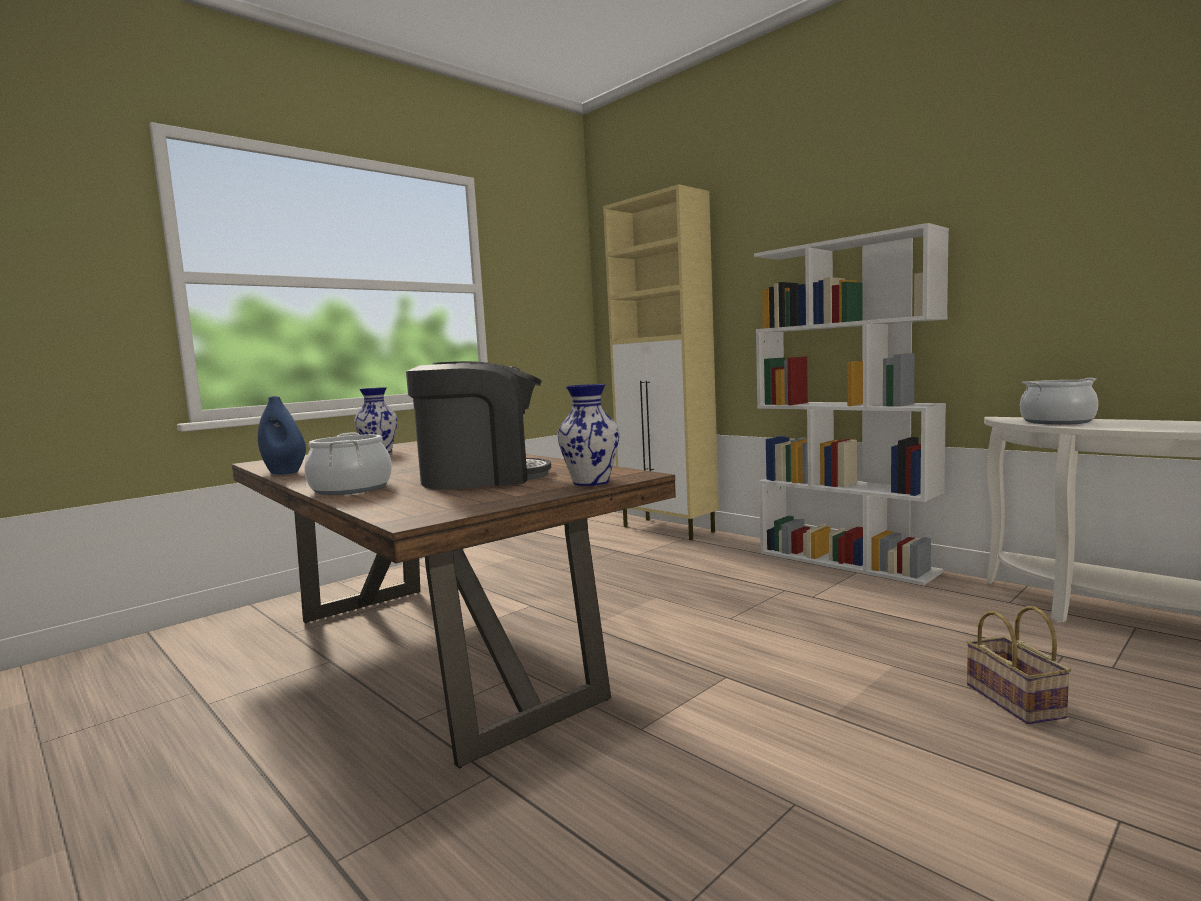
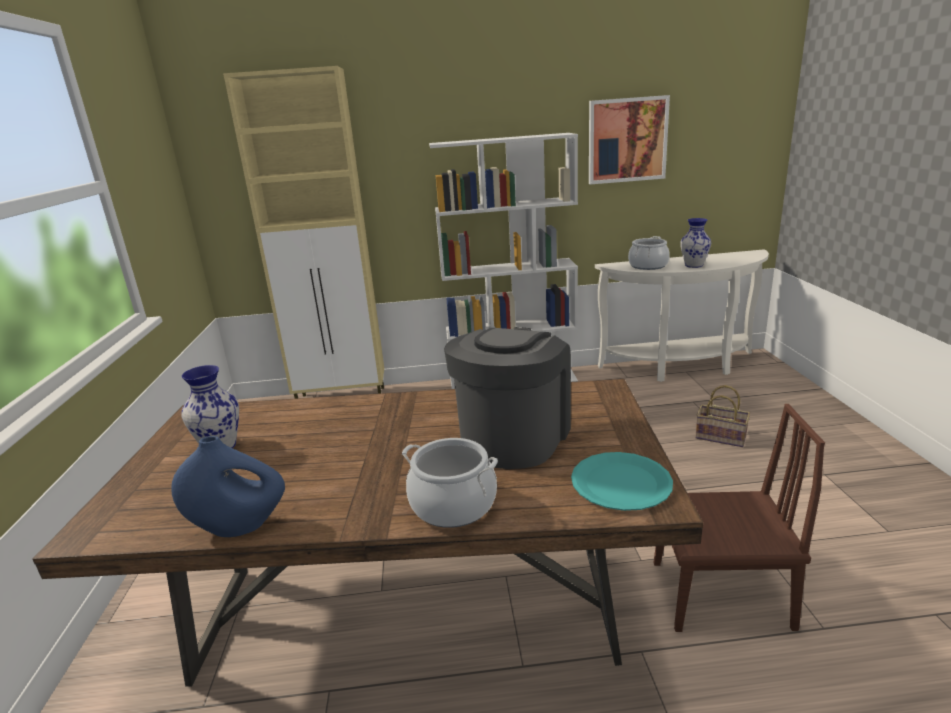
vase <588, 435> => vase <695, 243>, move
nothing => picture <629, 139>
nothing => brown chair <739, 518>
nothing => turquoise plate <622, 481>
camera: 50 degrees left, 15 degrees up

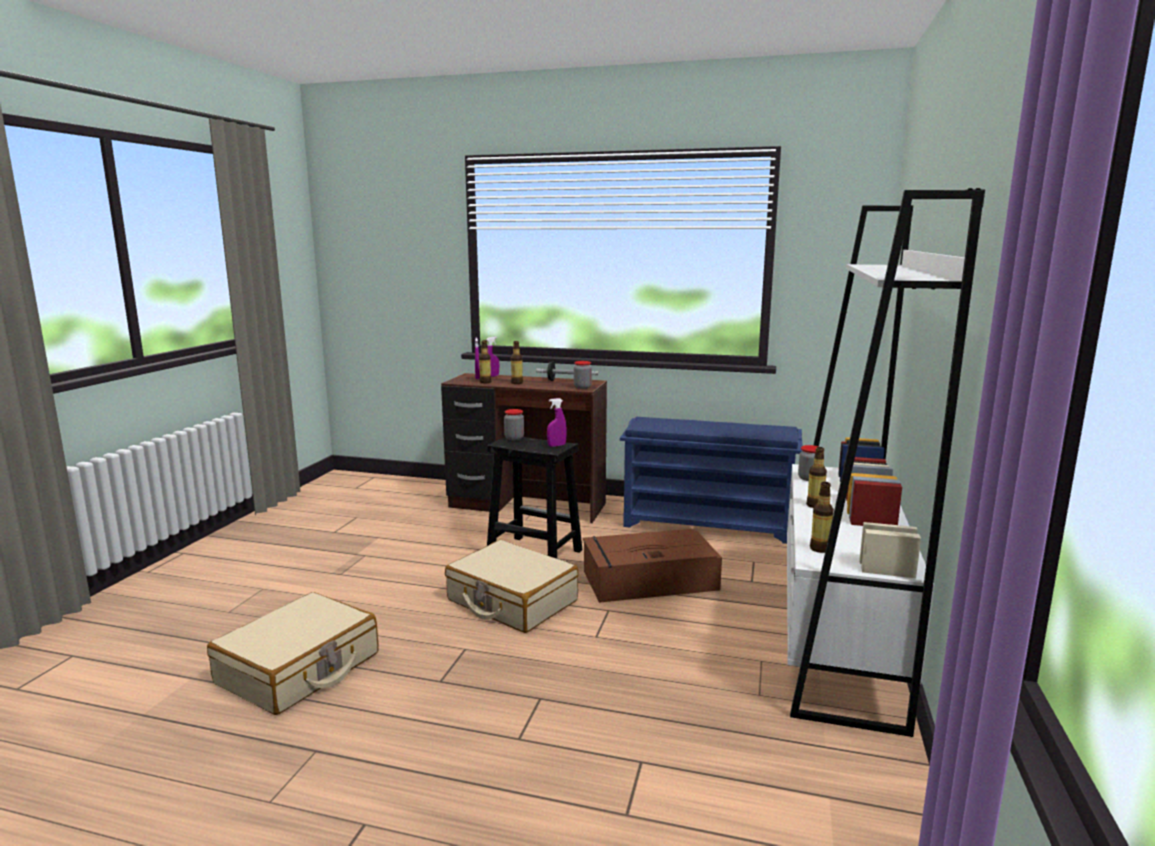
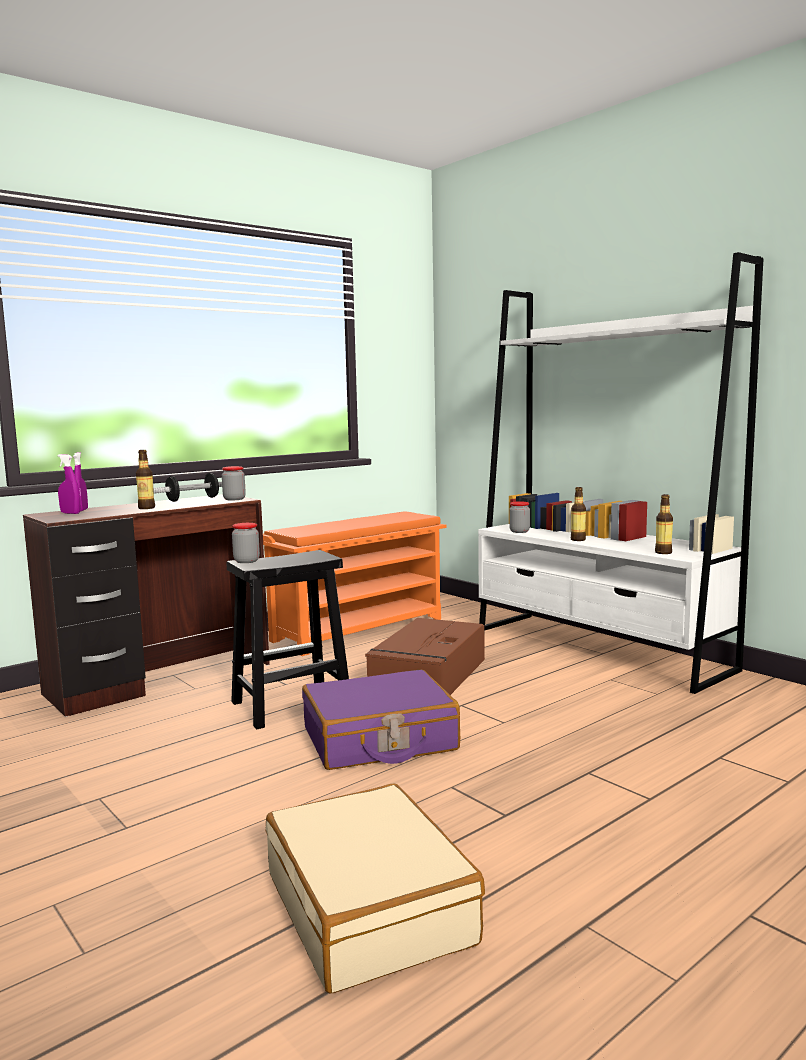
bottle <485, 361> => nothing
purple spray bottle <557, 422> => nothing
blue shoe rack <711, 480> => orange shoe rack <354, 583>
beige suitcase <512, 586> => purple suitcase <381, 720>
camera: 55 degrees left, 5 degrees down

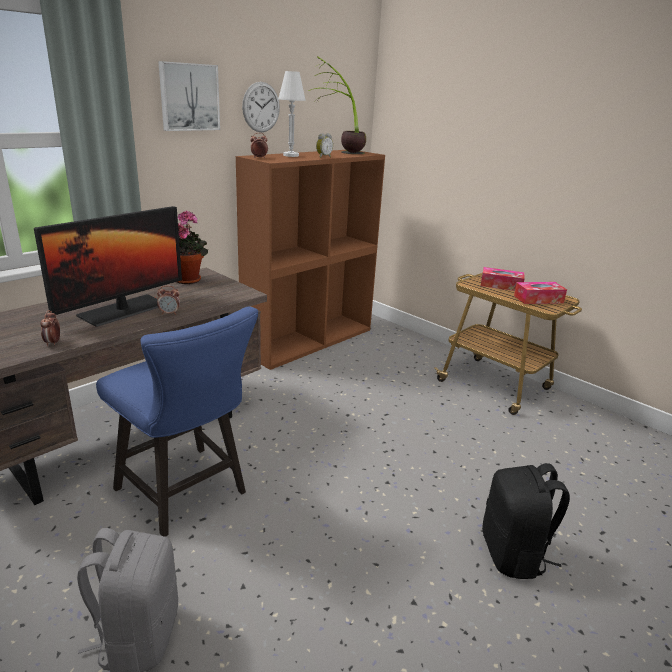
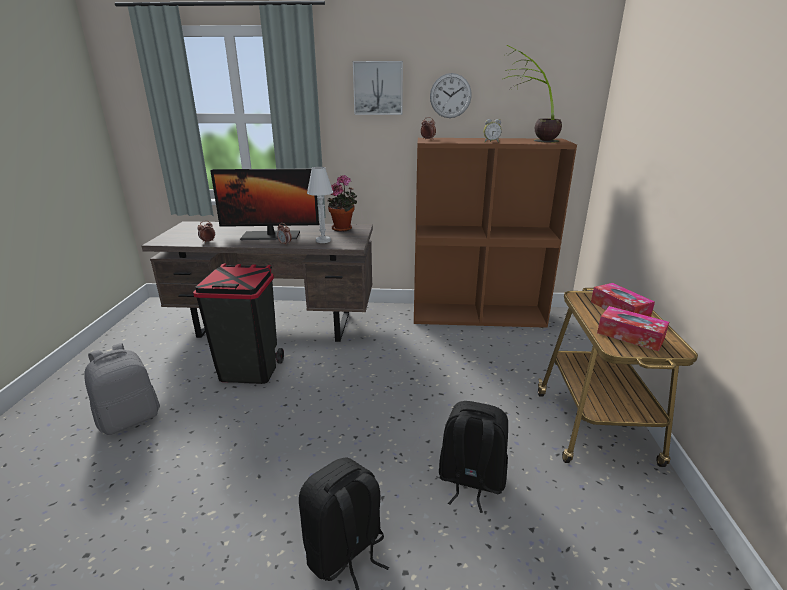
white table lamp <292, 114> => white table lamp <320, 205>, move
blue chair <177, 422> => black trash can <238, 324>
nothing => black backpack <473, 457>
camera: 50 degrees right, 0 degrees up

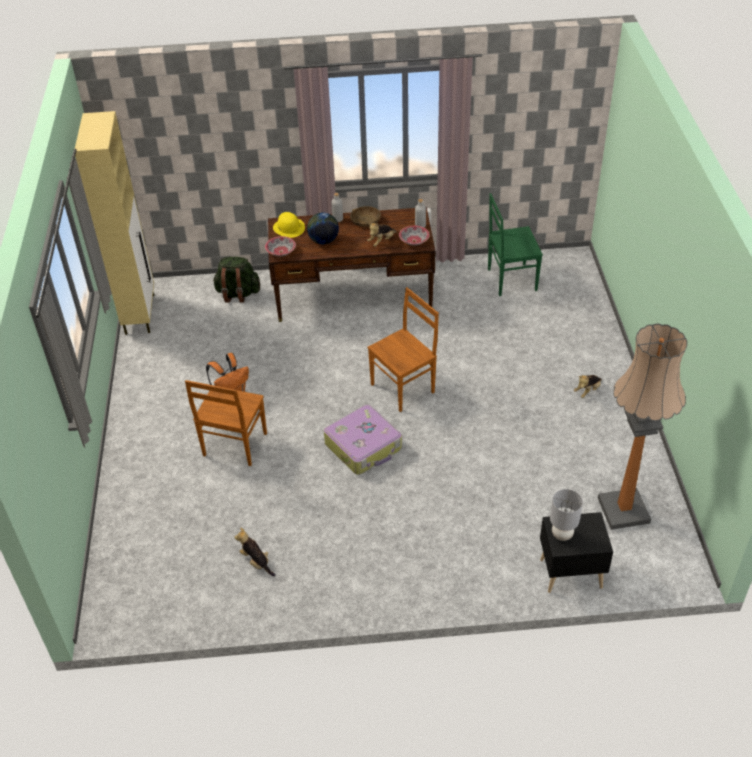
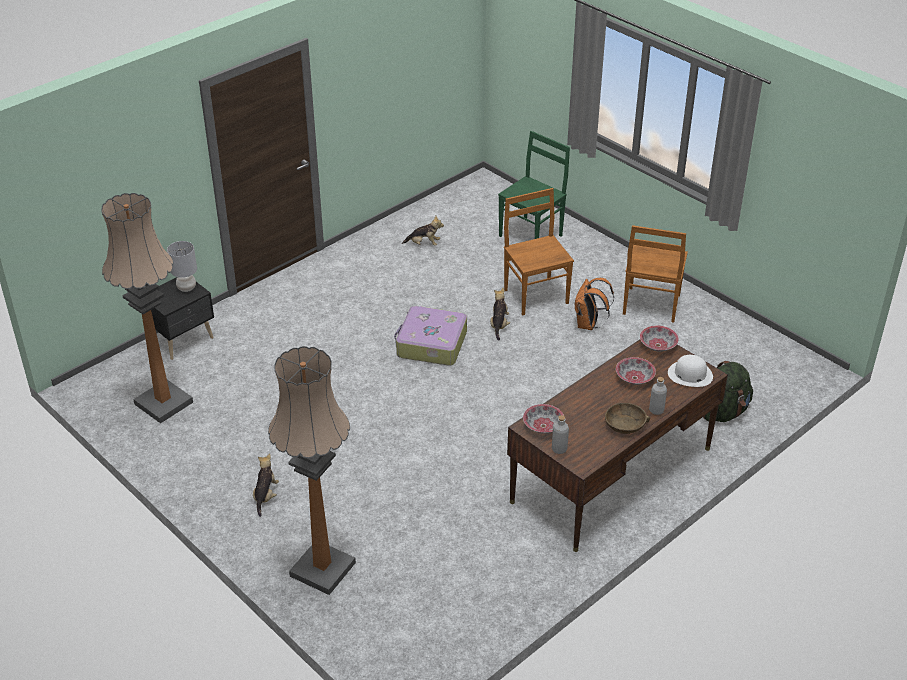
beige cabinet <114, 223> => nothing
green chair <515, 244> => green chair <534, 185>, move
yellow hat <289, 225> => white hat <690, 371>
globe <323, 228> => bowl <636, 371>
plush toy <382, 235> => plush toy <500, 314>, move
brown chair <403, 349> => brown chair <655, 274>, move
nothing => floor lamp <312, 470>
camera: 140 degrees right, 5 degrees down

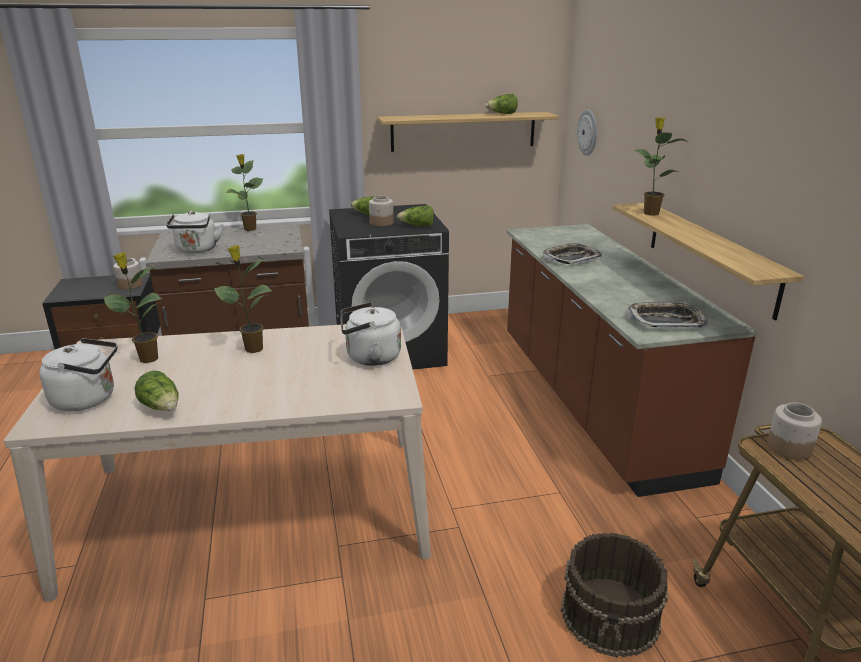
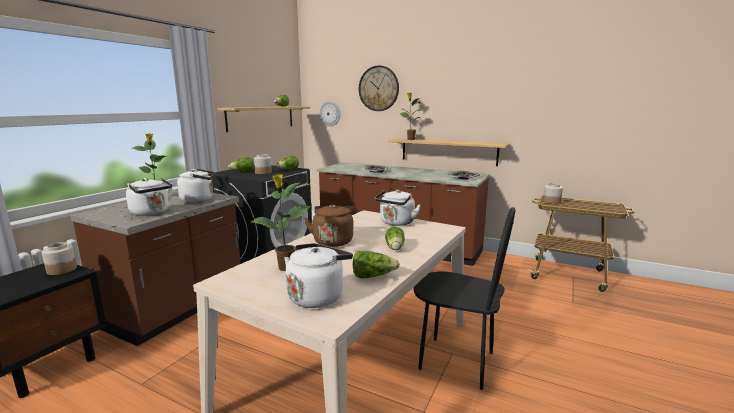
potted plant <243, 299> => brown kettle <329, 225>
brown bucket <614, 595> => nothing
nothing => wall clock <379, 88>
nothing => white kettle <196, 185>
nothing => black chair <464, 298>
nothing => lettuce <395, 238>
camera: 50 degrees left, 10 degrees down

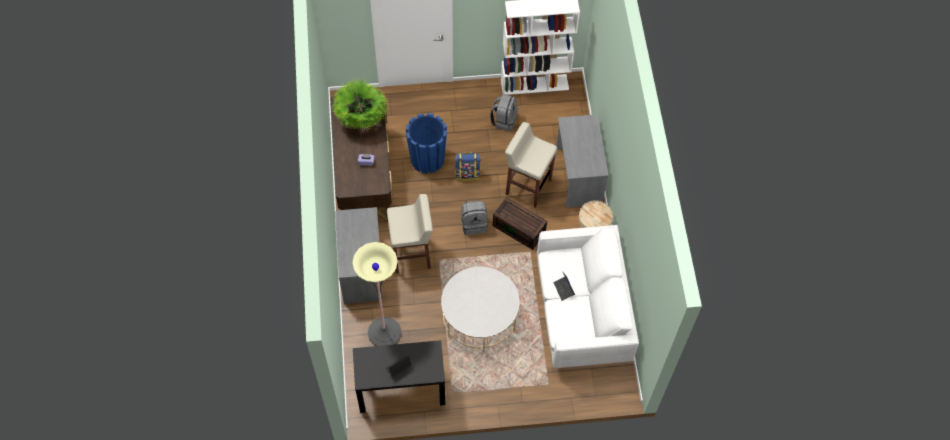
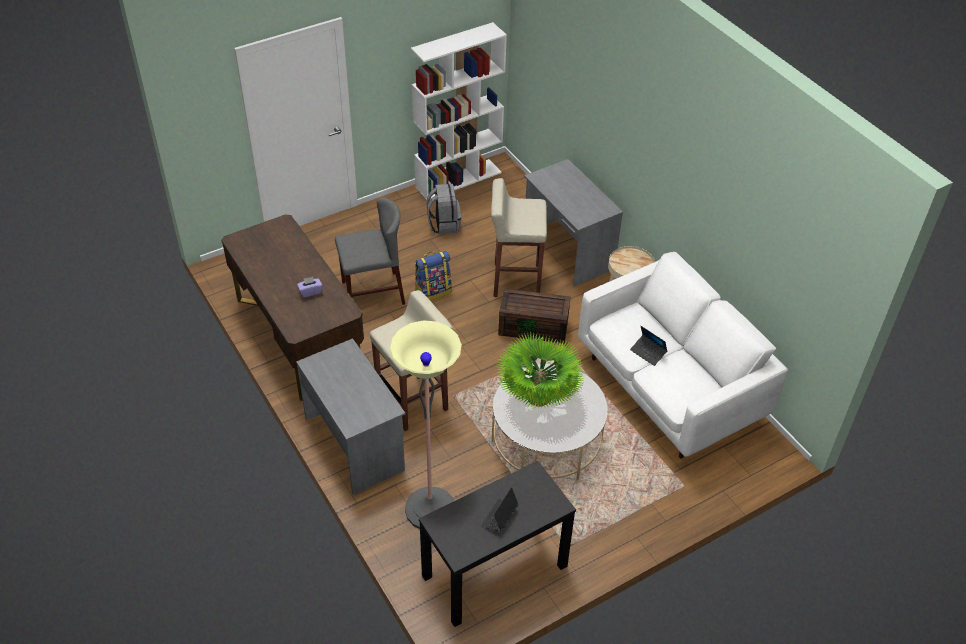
potted plant <360, 104> => potted plant <540, 370>, move
blue planter <426, 143> => grey chair <370, 251>
grey backpack <474, 217> => nothing
camera: 25 degrees left, 15 degrees down

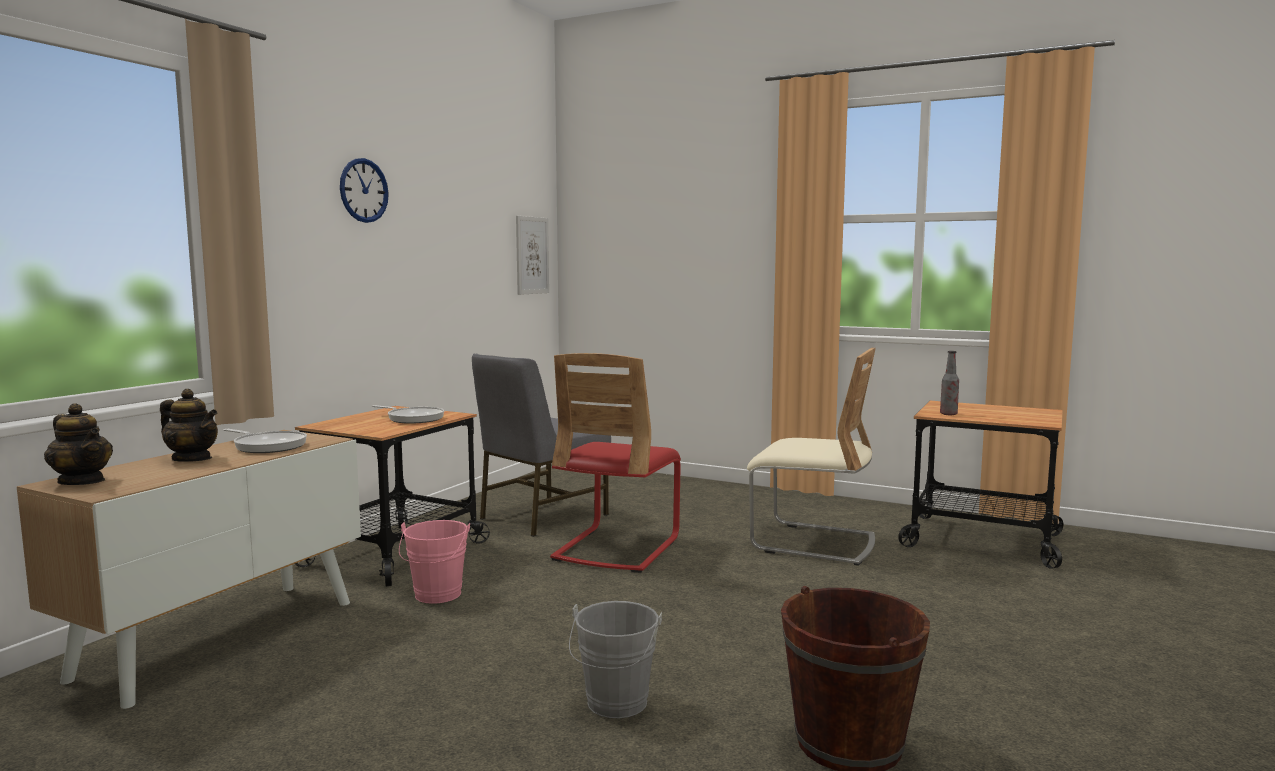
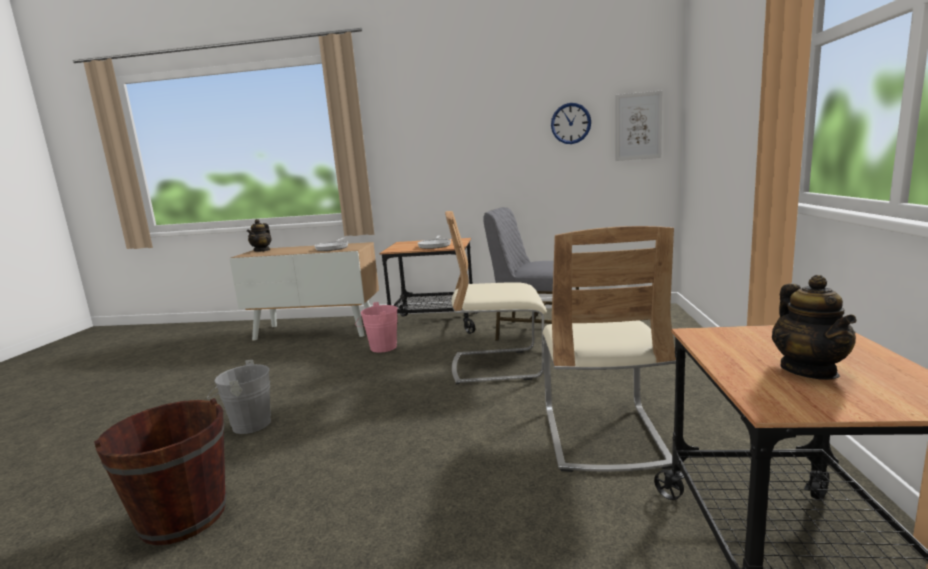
wall clock <364, 190> => wall clock <571, 123>, move
bottle <949, 383> => nothing
red chair <615, 463> => beige chair <496, 297>
teapot <189, 425> => teapot <814, 327>, move
camera: 70 degrees right, 5 degrees up

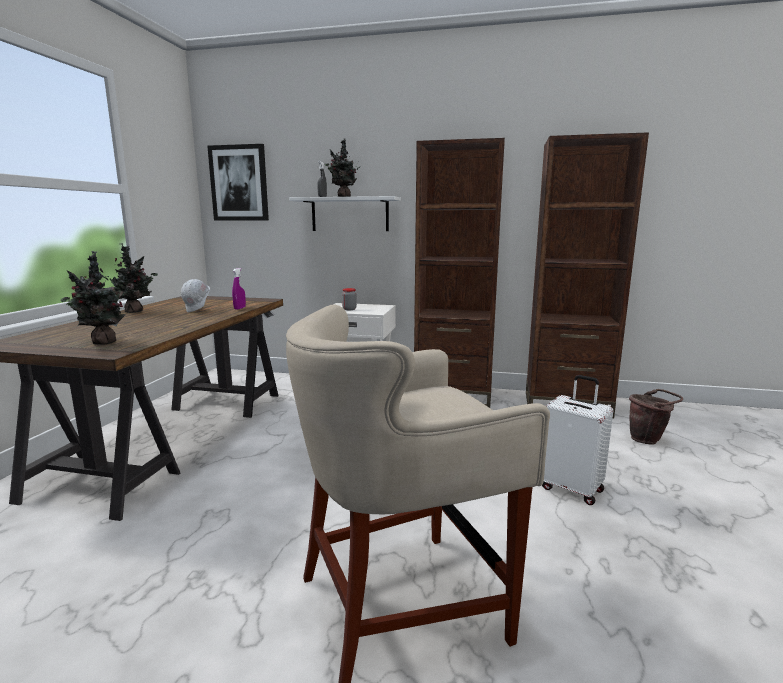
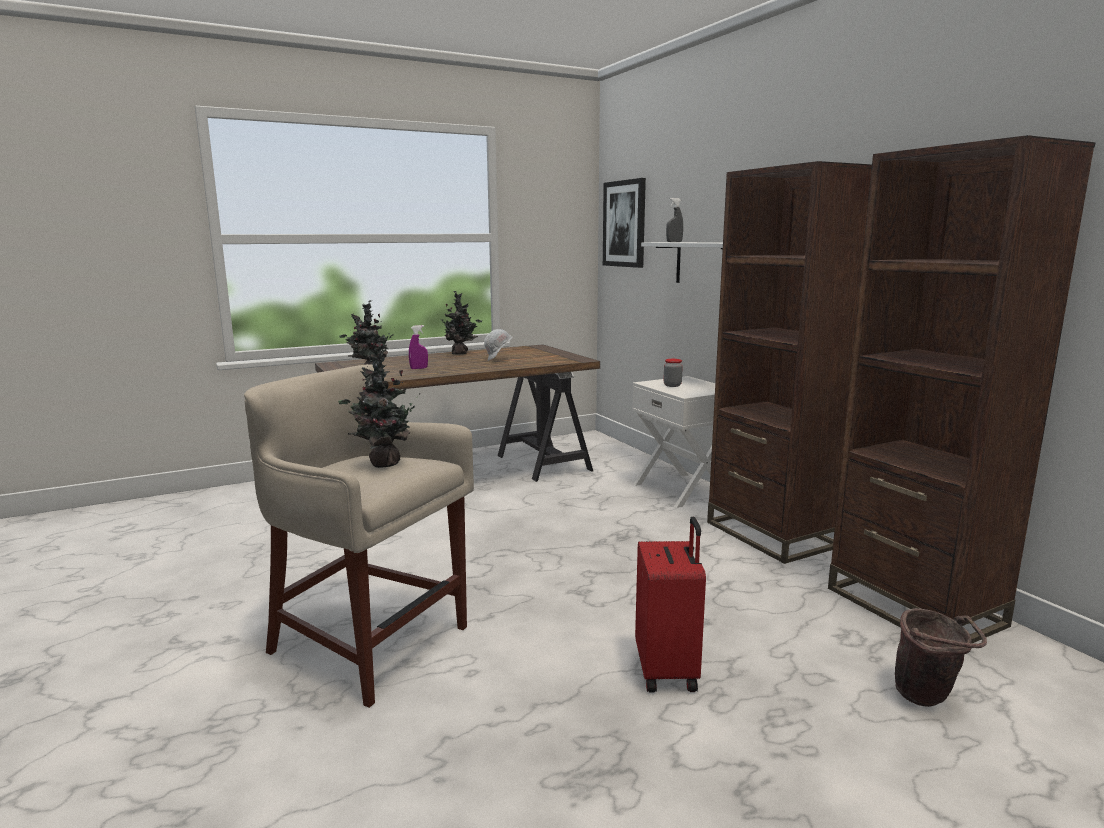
potted plant <342, 167> => potted plant <379, 408>, move
purple spray bottle <239, 289> => purple spray bottle <418, 347>, move
white suitcase <577, 440> => red suitcase <670, 605>
camera: 50 degrees right, 0 degrees up

